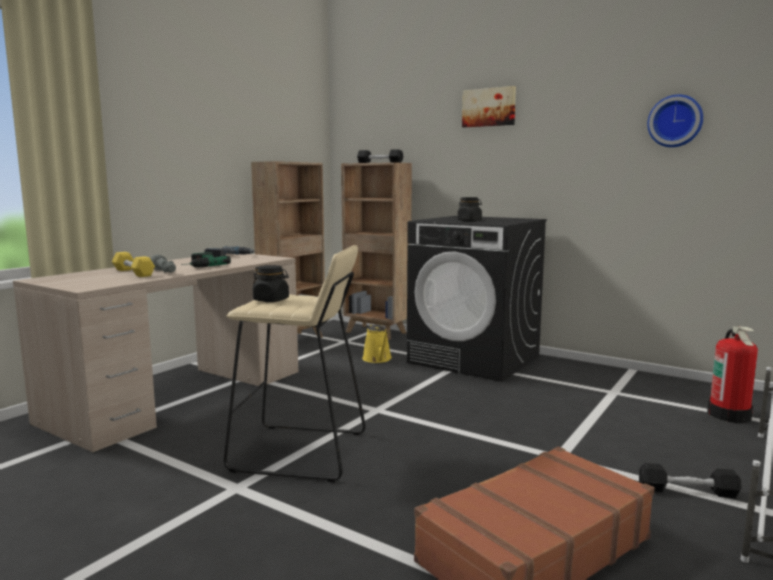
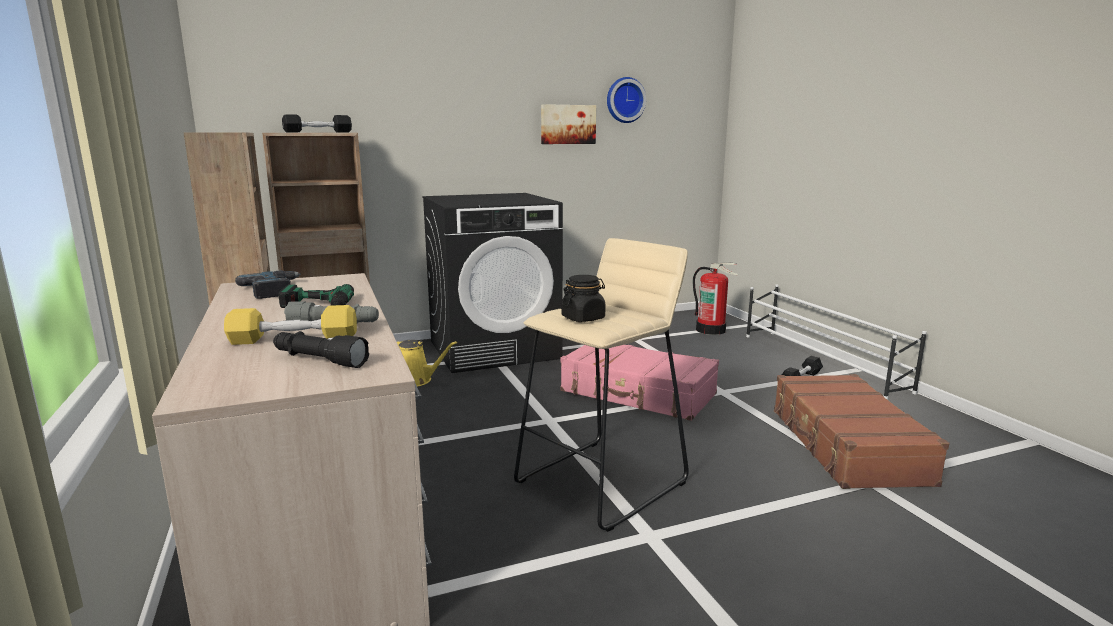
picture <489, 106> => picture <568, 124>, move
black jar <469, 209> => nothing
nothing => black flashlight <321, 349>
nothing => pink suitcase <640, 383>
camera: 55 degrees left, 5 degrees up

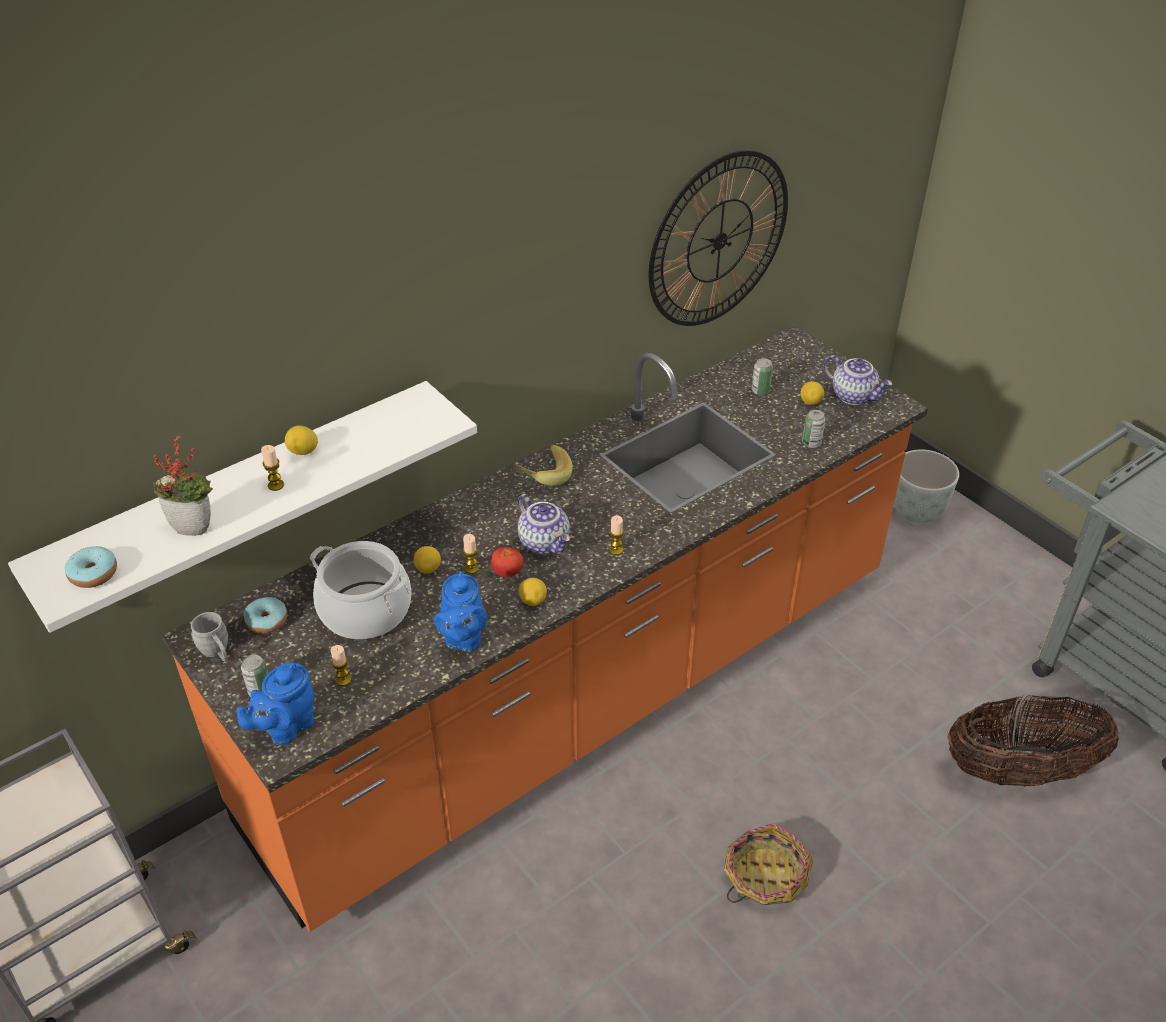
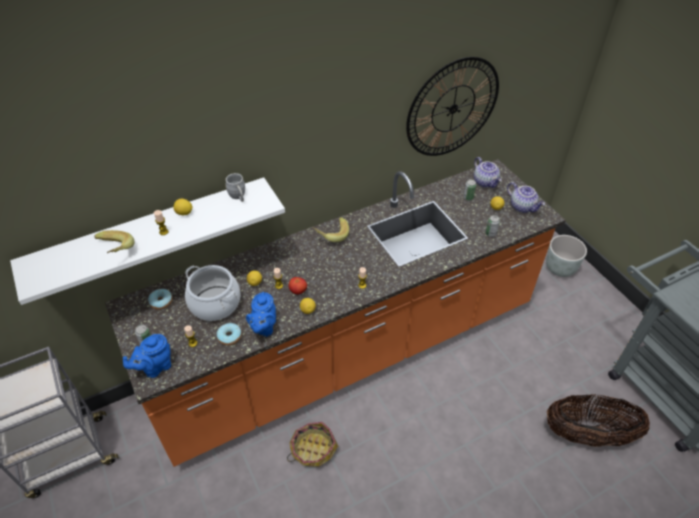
potted plant <183, 486> => banana <114, 241>
teapot <544, 524> => teapot <488, 172>, move
donut <91, 567> => donut <229, 334>, move
grey mug <209, 637> => grey mug <235, 187>, move
basket <768, 864> => basket <312, 444>, move
camera: 10 degrees right, 5 degrees up

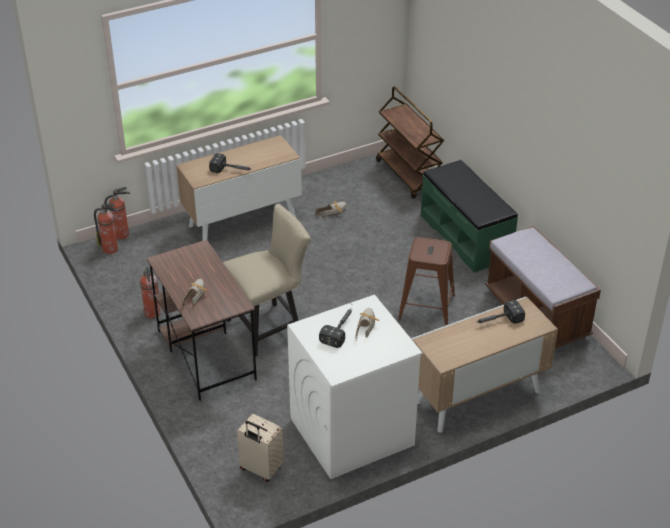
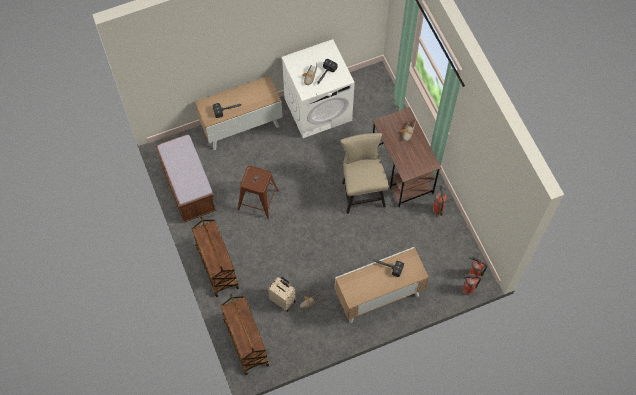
green bench <469, 216> => brown cart <215, 257>
beige chair <267, 280> => beige chair <364, 173>, 105 degrees clockwise
beige suitcase <260, 448> => beige suitcase <282, 294>, move
camera: 175 degrees left, 25 degrees up

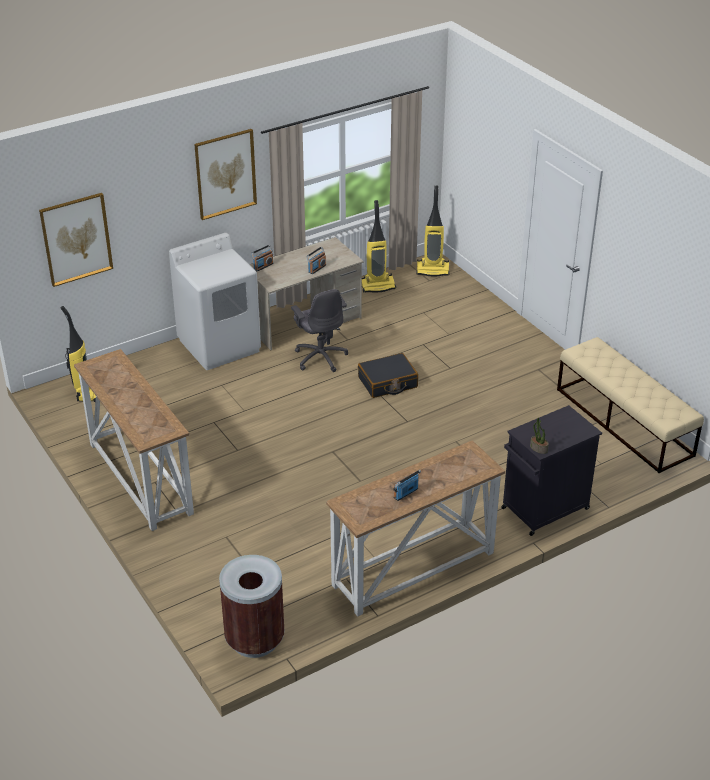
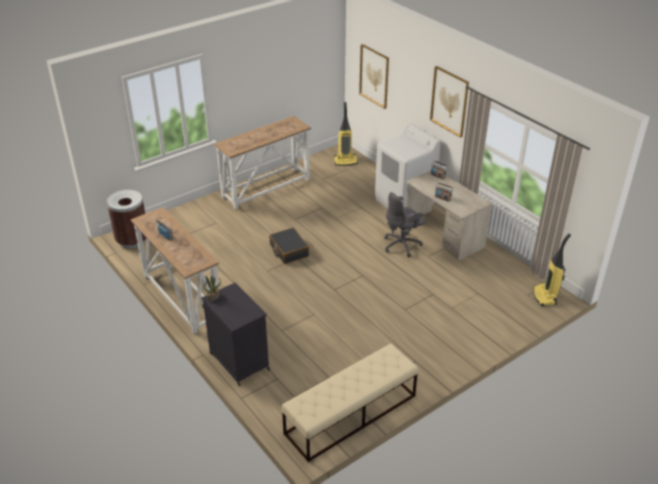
vacuum cleaner <379, 246> => nothing
black suitcase <388, 375> => black suitcase <289, 246>, move
camera: 85 degrees right, 0 degrees up

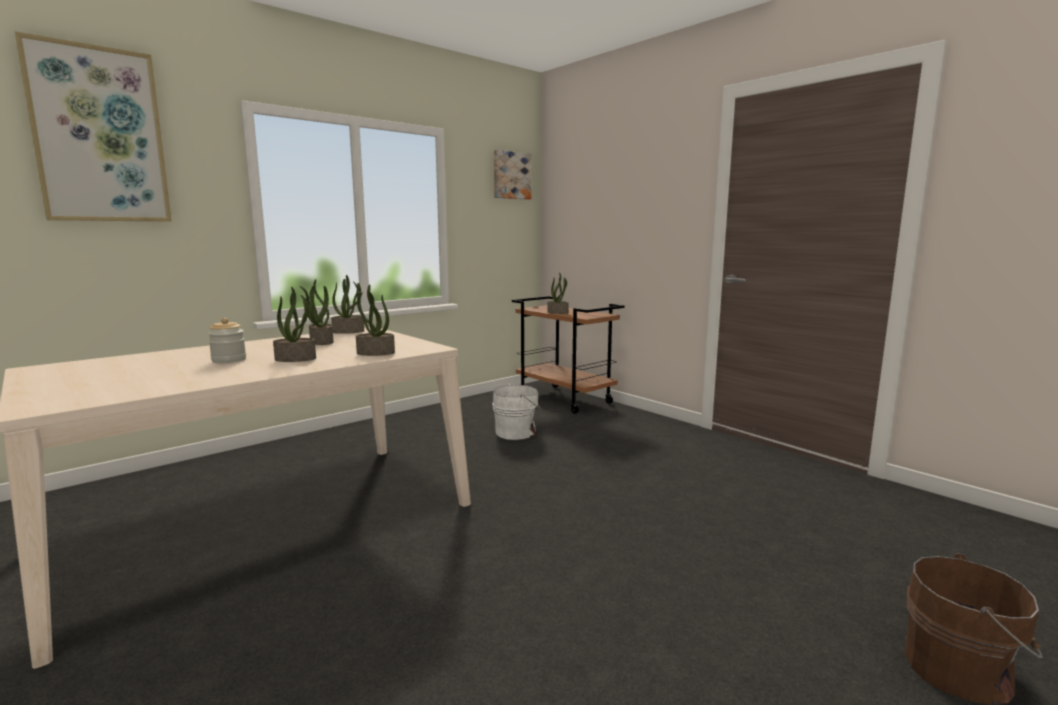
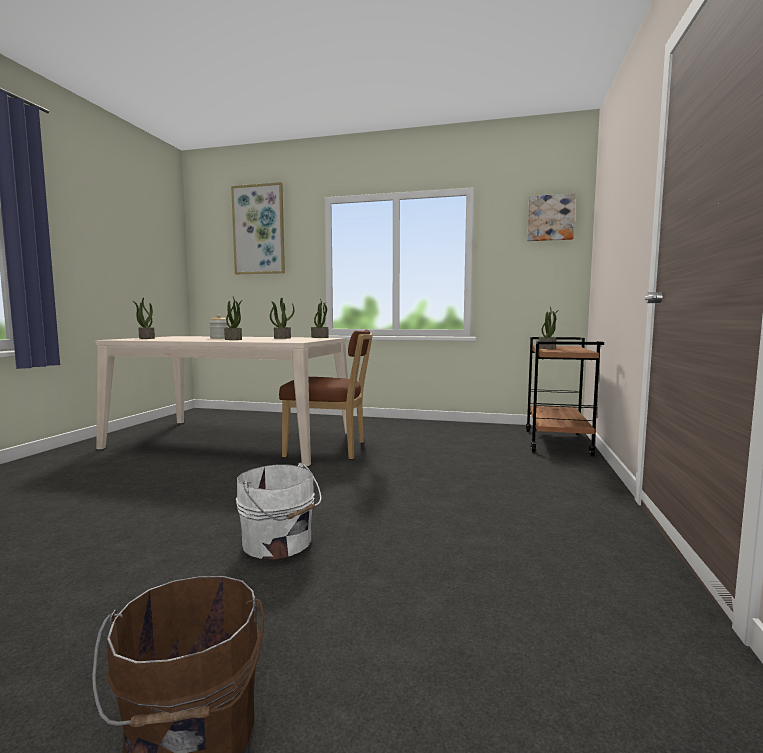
potted plant <375, 320> => potted plant <144, 318>, move
white bucket <517, 411> => white bucket <278, 510>, move
nothing => brown chair <326, 394>
camera: 55 degrees right, 5 degrees down

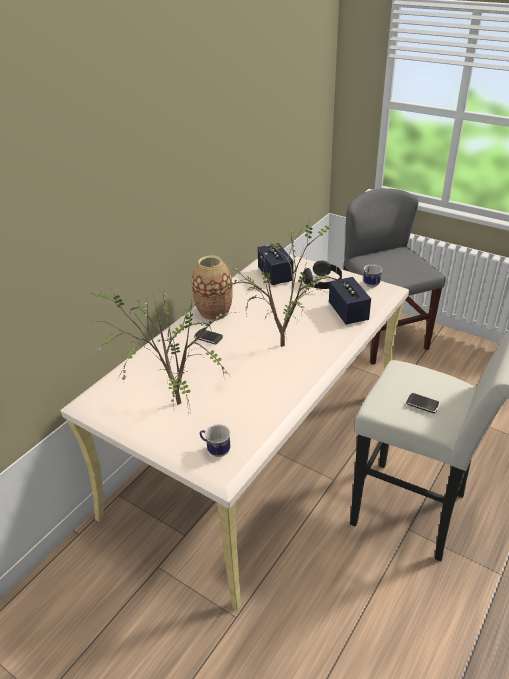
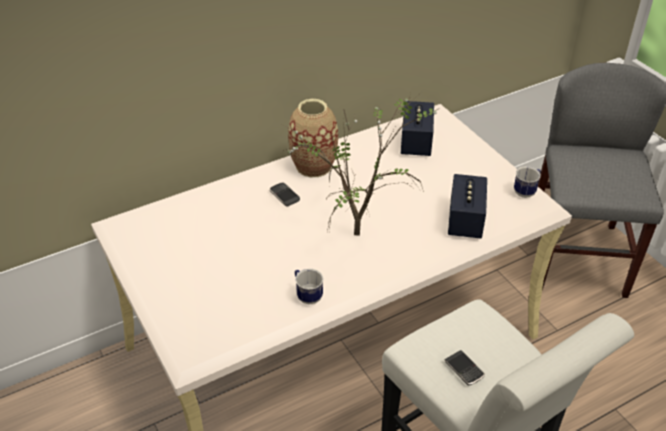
black headphones <322, 274> => nothing
potted plant <163, 348> => nothing
mug <215, 440> => mug <309, 286>, move
camera: 25 degrees right, 5 degrees up

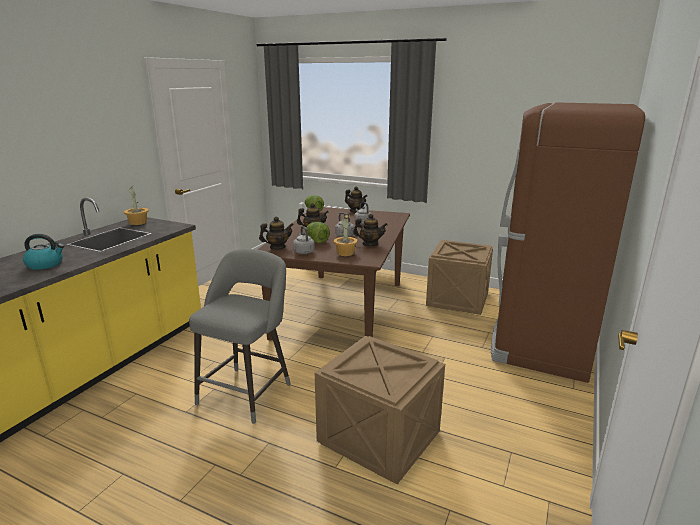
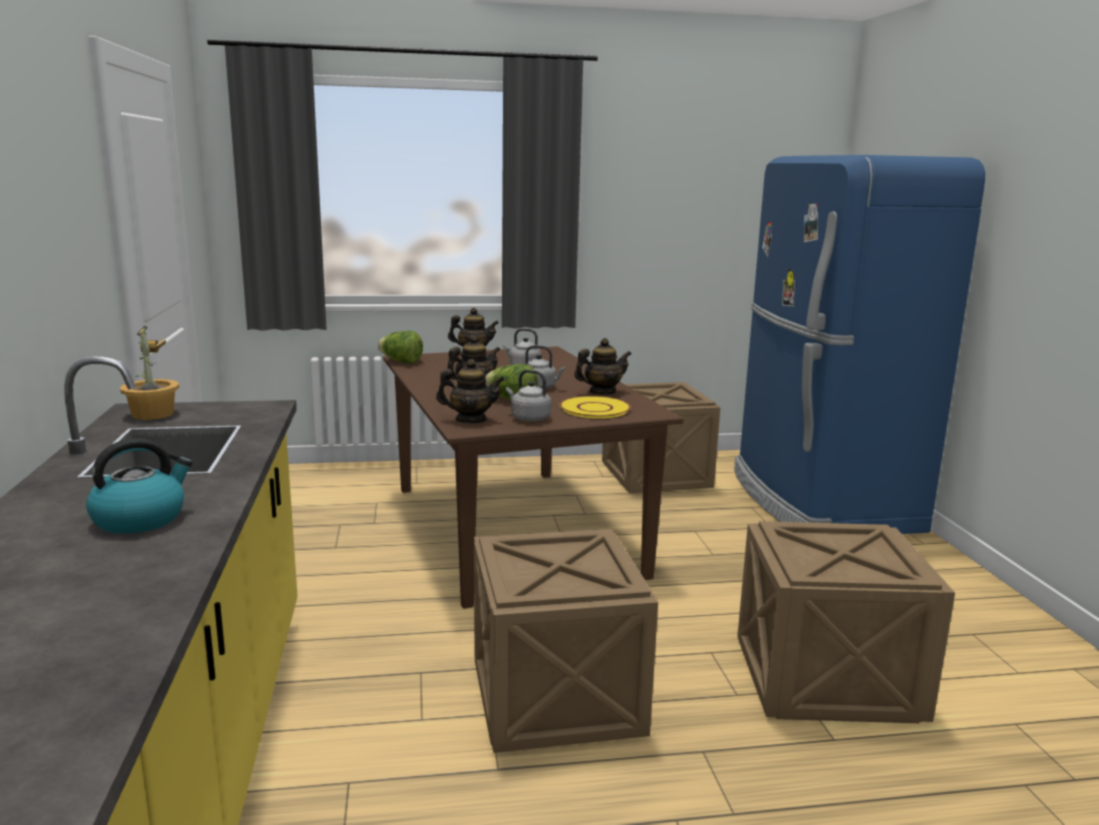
brown fridge <568, 242> => blue fridge <859, 344>
potted plant <345, 235> => yellow plate <595, 407>
teapot <276, 232> => teapot <470, 391>, 60 degrees clockwise
grey stool <240, 336> => crate <566, 641>
camera: 35 degrees left, 5 degrees down

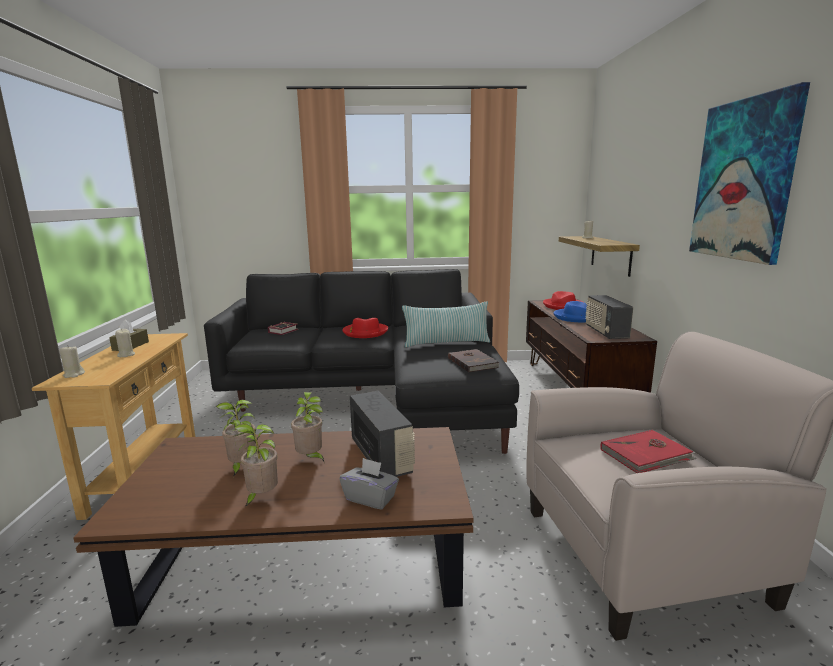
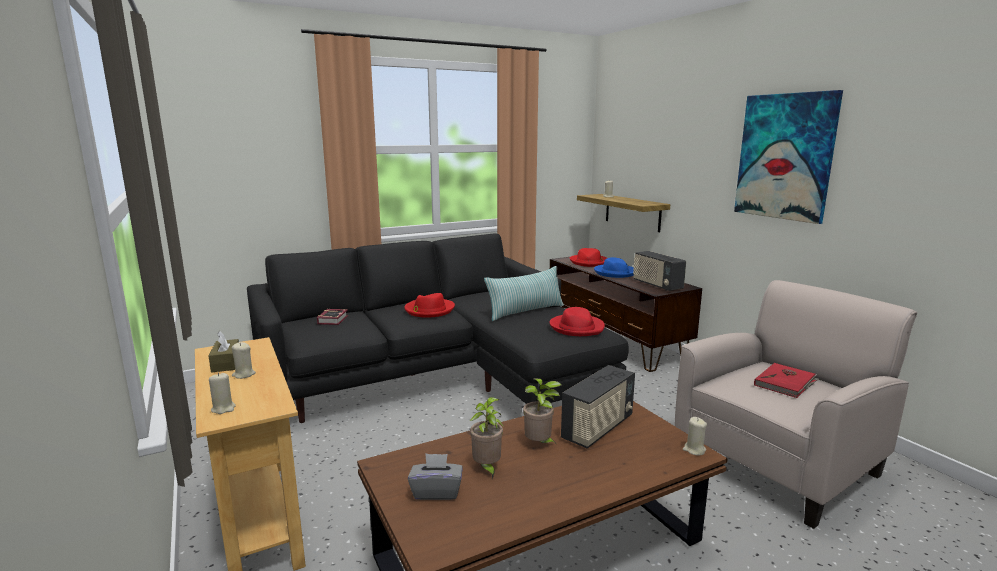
brown book <473, 360> => red hat <577, 321>
radio <382, 434> => radio <598, 407>, 90 degrees clockwise
potted plant <255, 465> => nothing
grey tissue box <369, 484> => grey tissue box <435, 476>, move
nothing => beige candle <695, 436>
camera: 25 degrees left, 0 degrees up

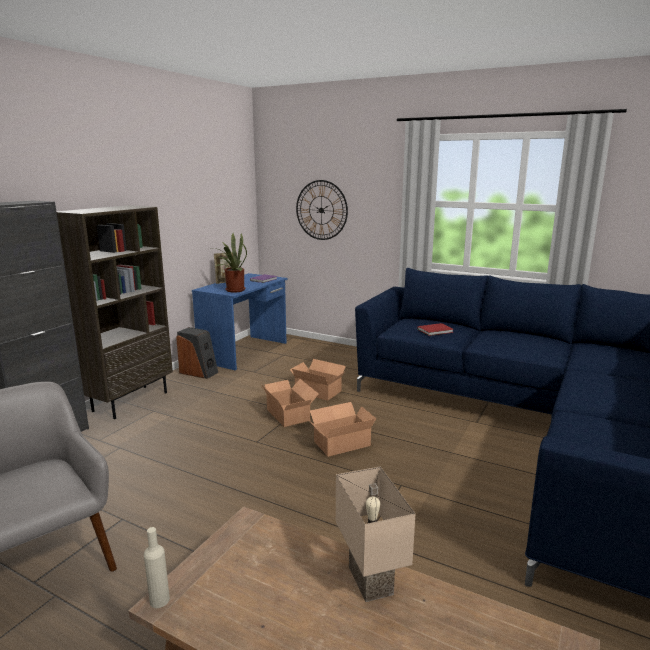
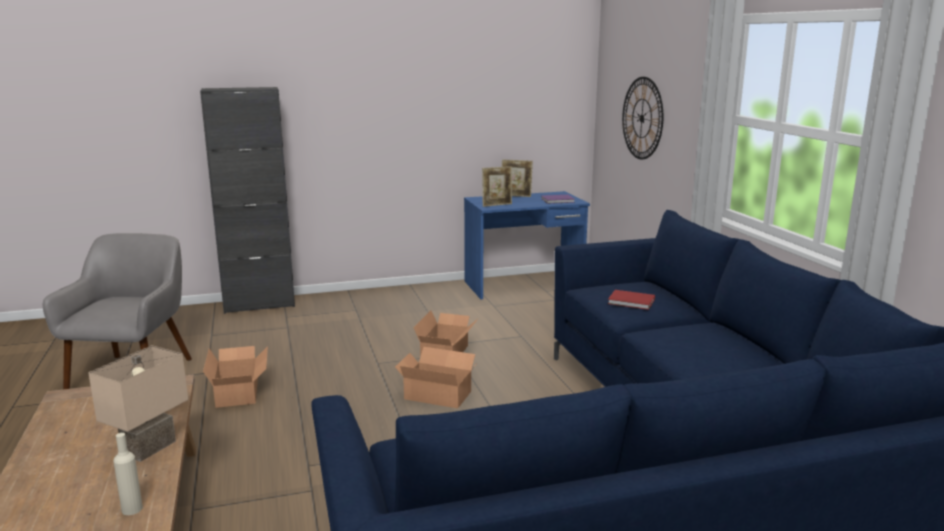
brown bookcase <114, 312> => nothing
potted plant <230, 263> => picture frame <497, 186>
speaker <197, 353> => nothing
cardboard box <318, 380> => cardboard box <235, 377>, move
beige bottle <157, 567> => beige bottle <128, 474>, move
camera: 45 degrees right, 0 degrees up

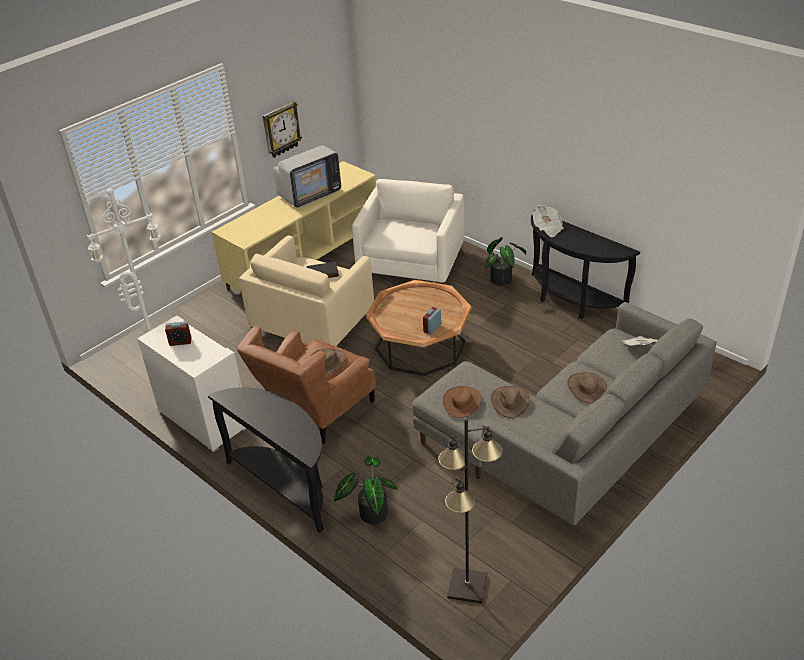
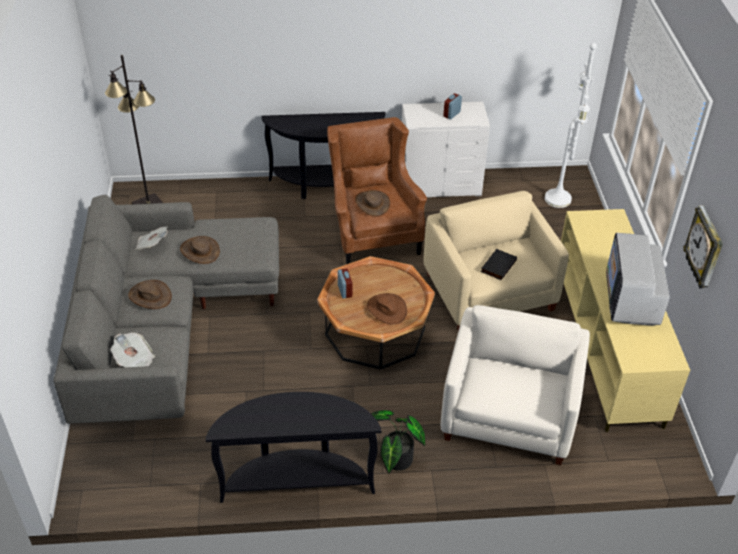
white armchair <408, 231> => white armchair <515, 385>, 135 degrees counterclockwise
newspaper <548, 221> => newspaper <151, 238>, move
brown hat <462, 402> => brown hat <387, 309>, move
potted plant <366, 490> => nothing
camera: 130 degrees right, 5 degrees up

